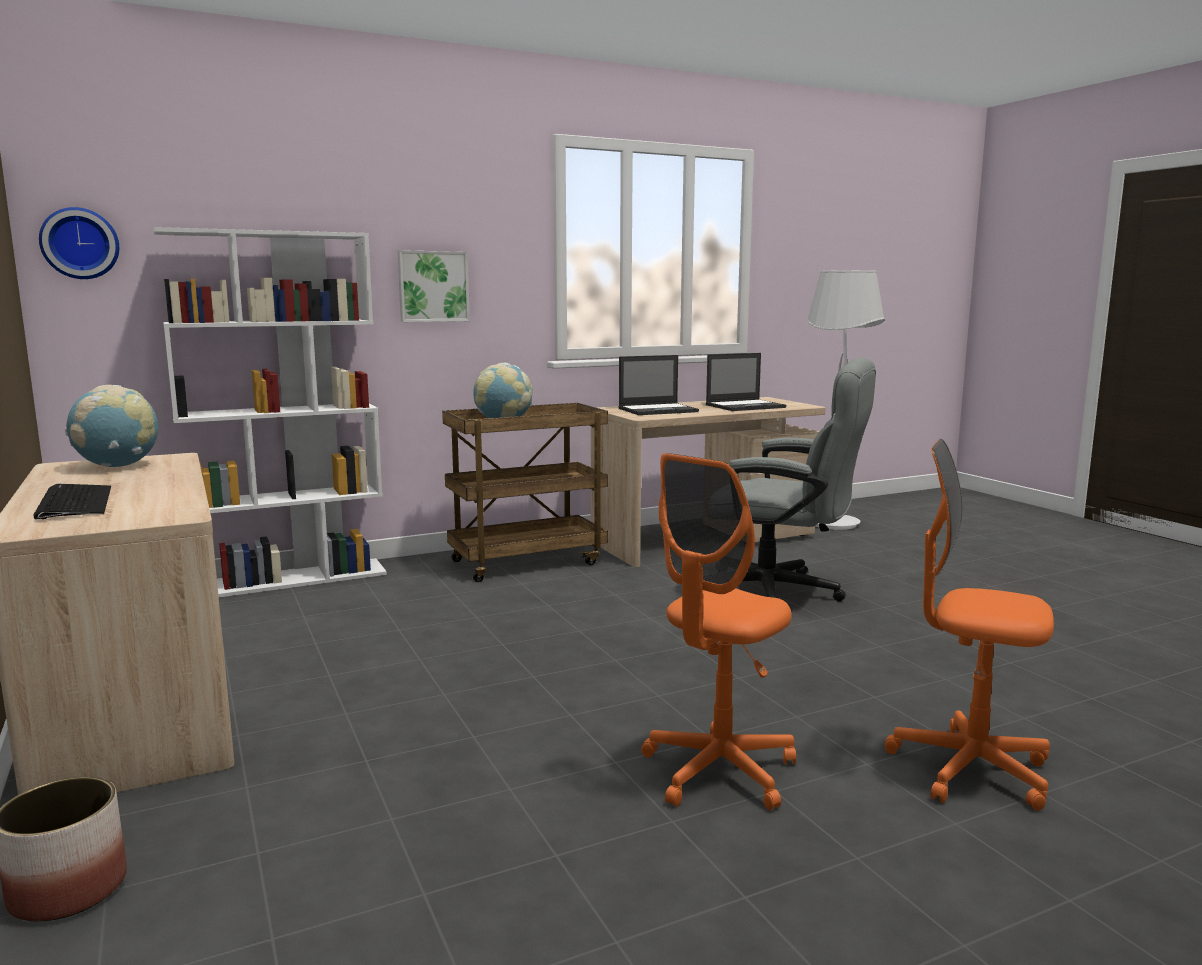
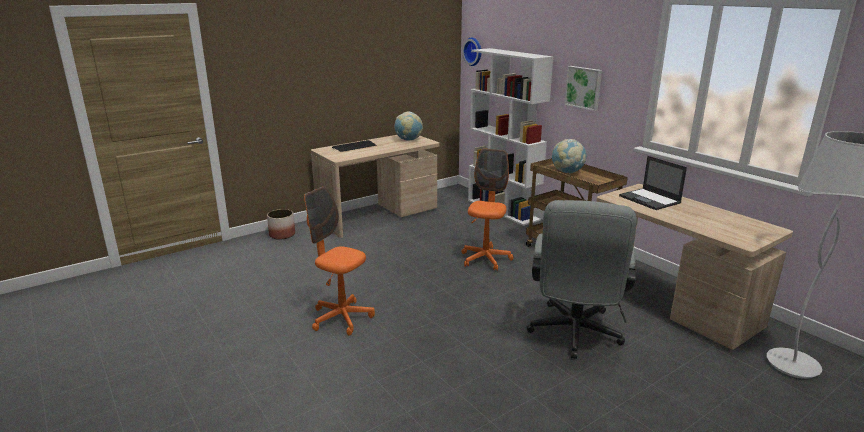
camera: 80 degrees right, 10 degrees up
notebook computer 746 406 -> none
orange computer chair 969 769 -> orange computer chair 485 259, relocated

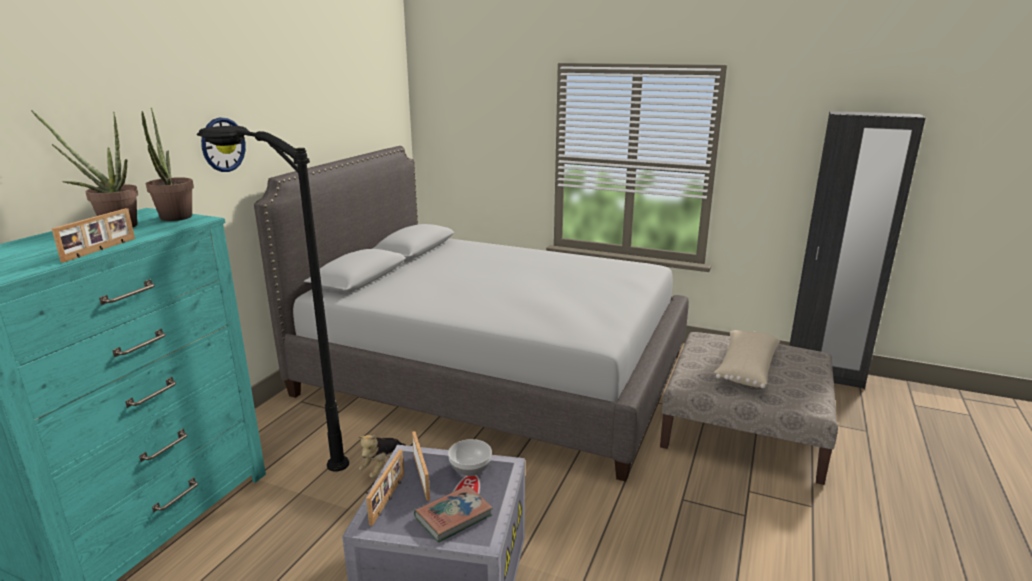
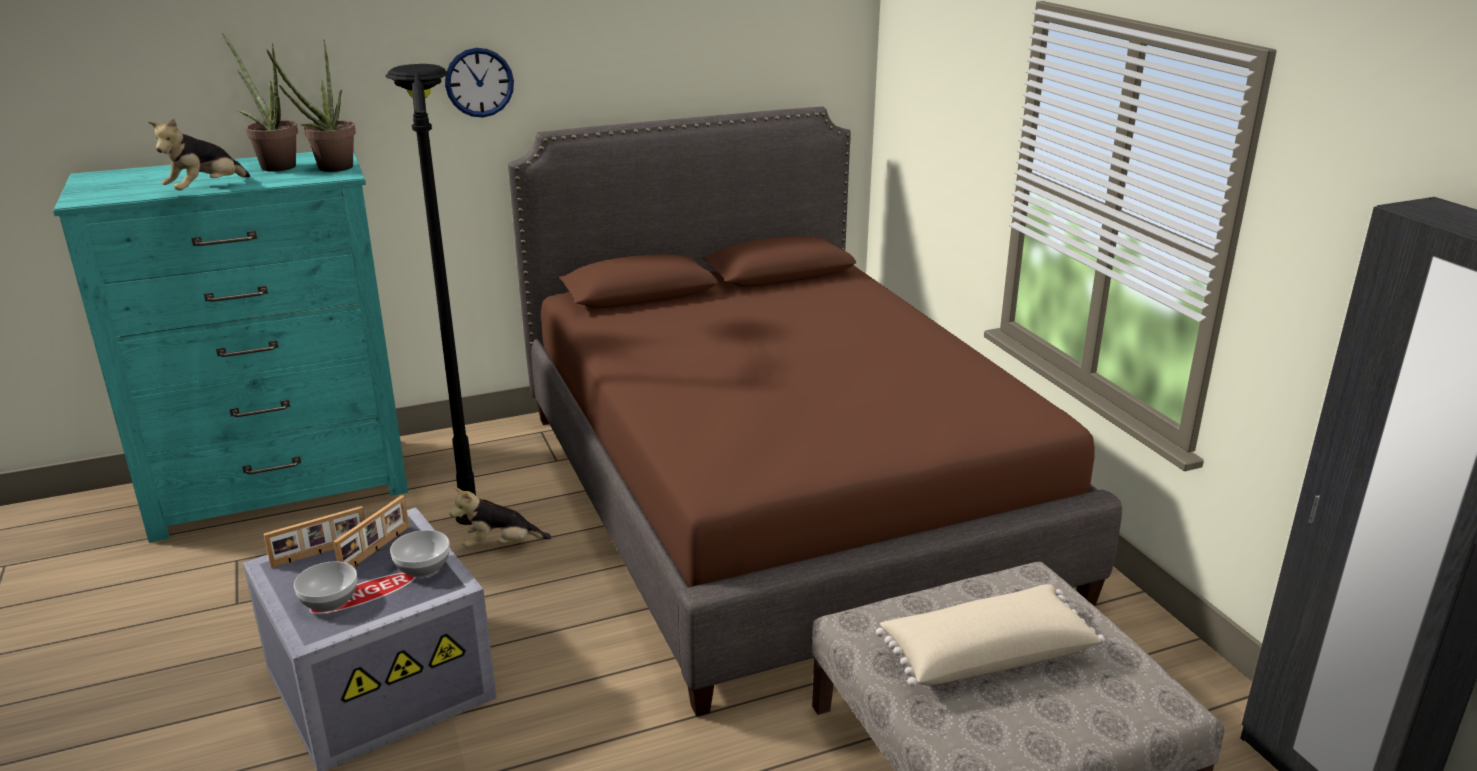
camera: 45 degrees right, 5 degrees up
standing frame 101 250 -> soft toy 206 190
gray bed 494 373 -> brownish bed 779 498
book 453 517 -> deep dish 330 601

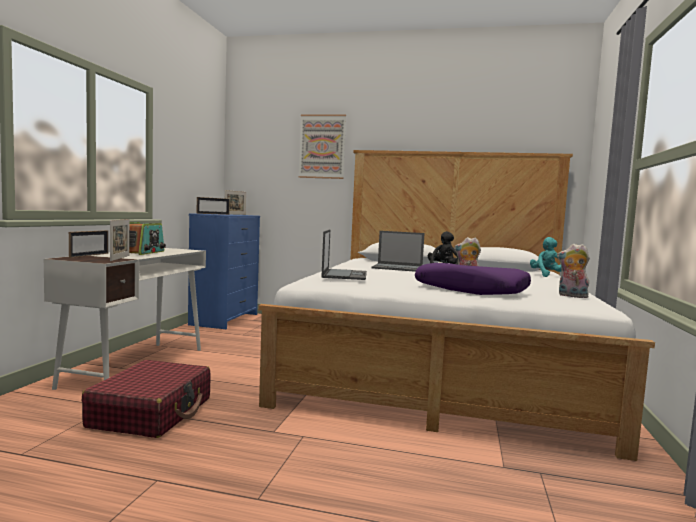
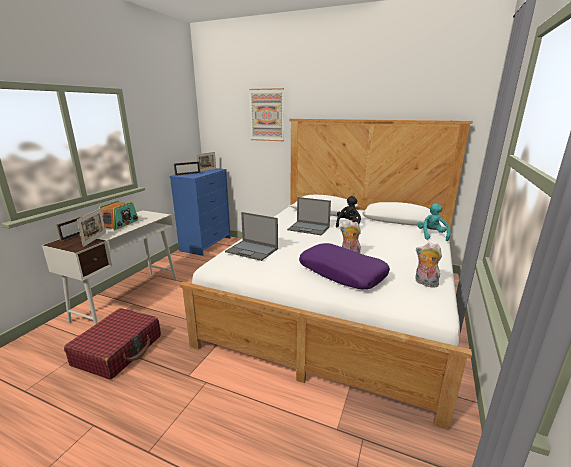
camera: 10 degrees right, 15 degrees up
notebook computer 344 275 -> notebook computer 252 250, 105 degrees clockwise

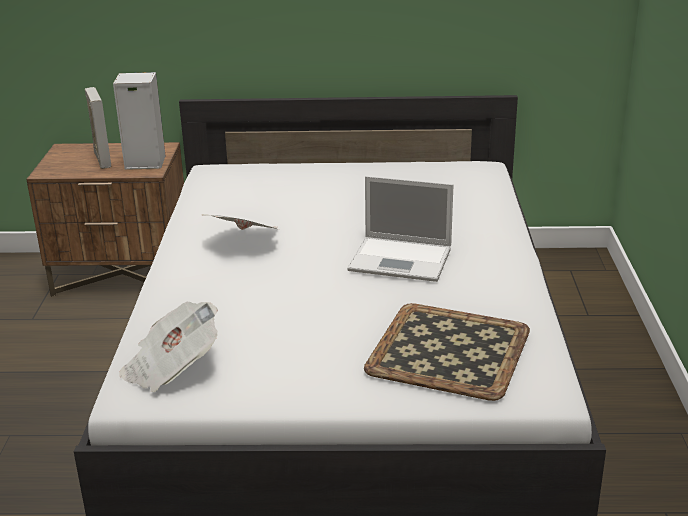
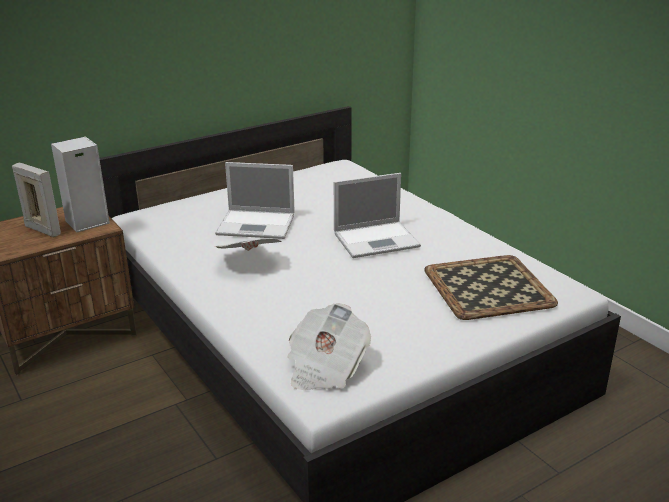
camera: 35 degrees left, 0 degrees up
none -> notebook computer 257 224

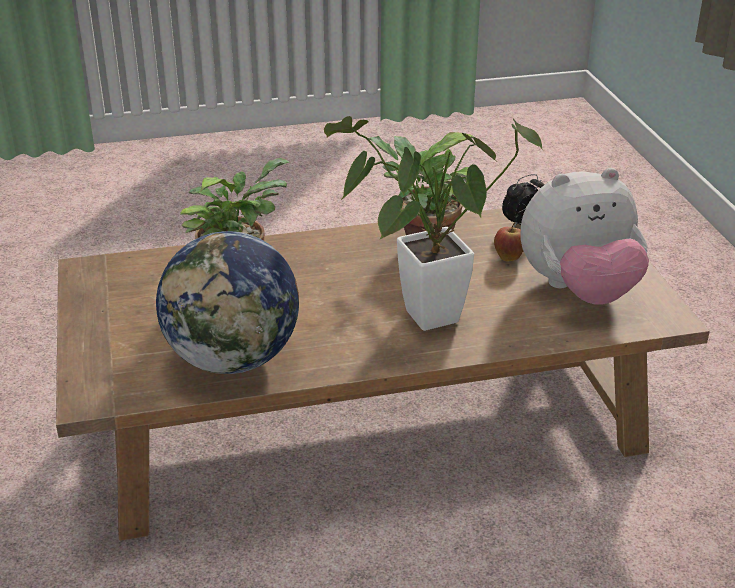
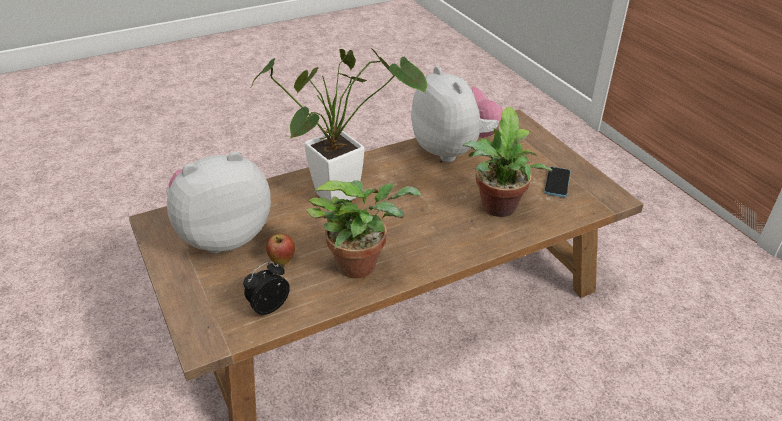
camera: 165 degrees right, 5 degrees up
globe 234 359 -> soft toy 453 150
none -> phone 557 183

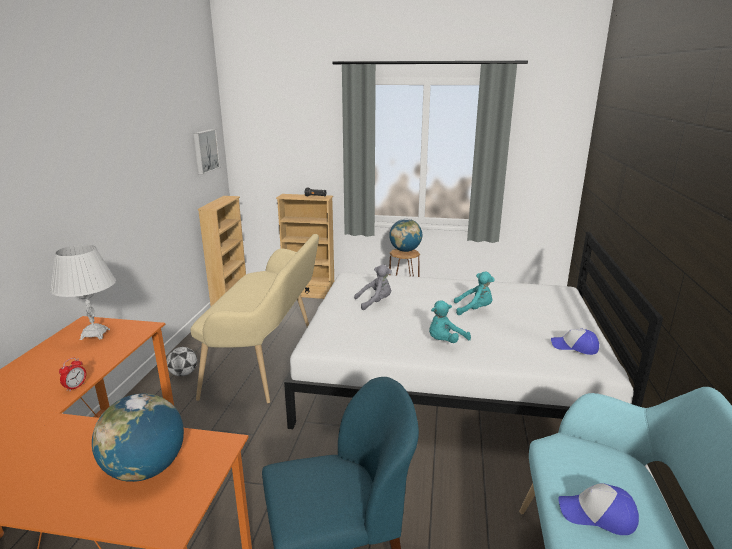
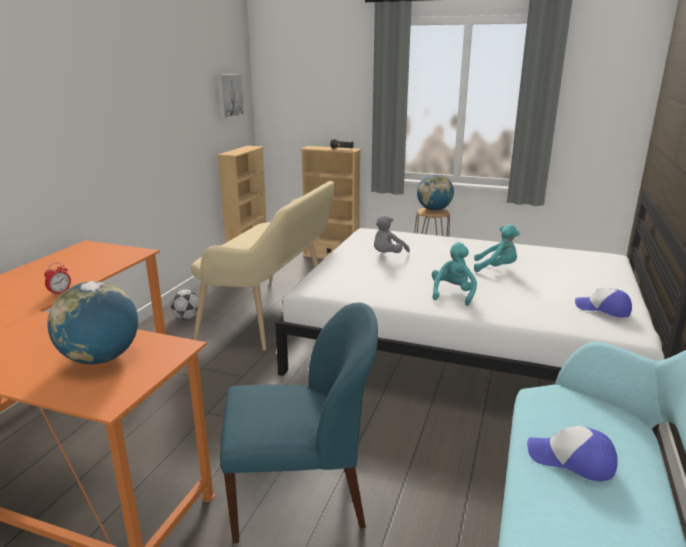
camera: 10 degrees right, 0 degrees up
white lamp for a table 95 334 -> none
gray soft toy 375 302 -> gray soft toy 387 255, 135 degrees clockwise
blue-green soft toy 445 341 -> blue-green soft toy 452 294, 135 degrees clockwise

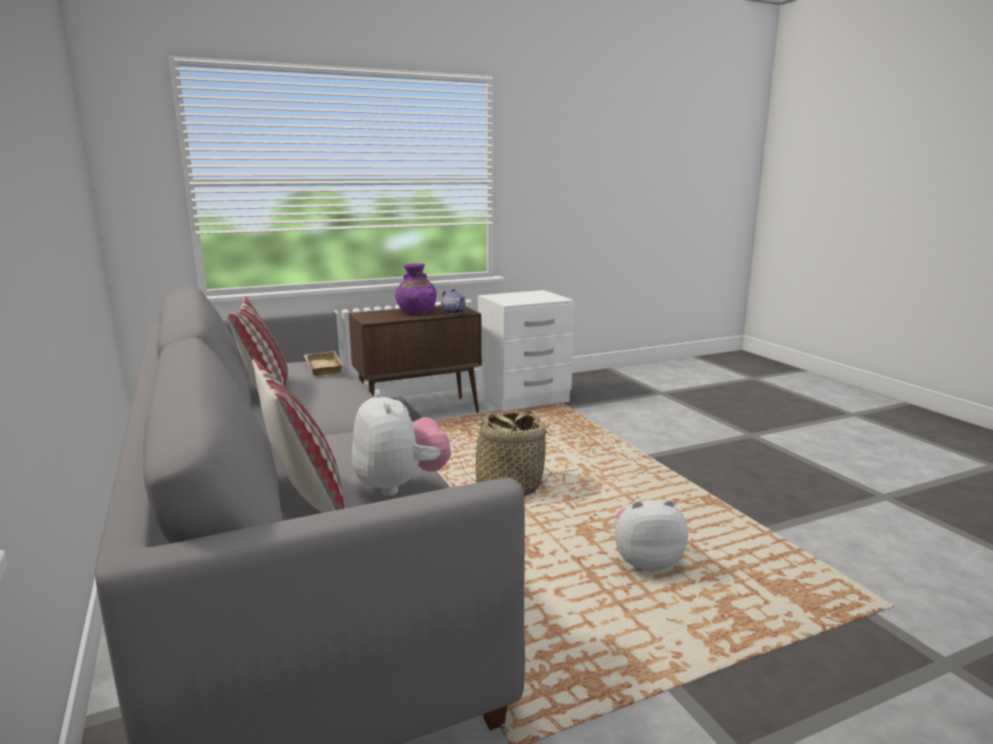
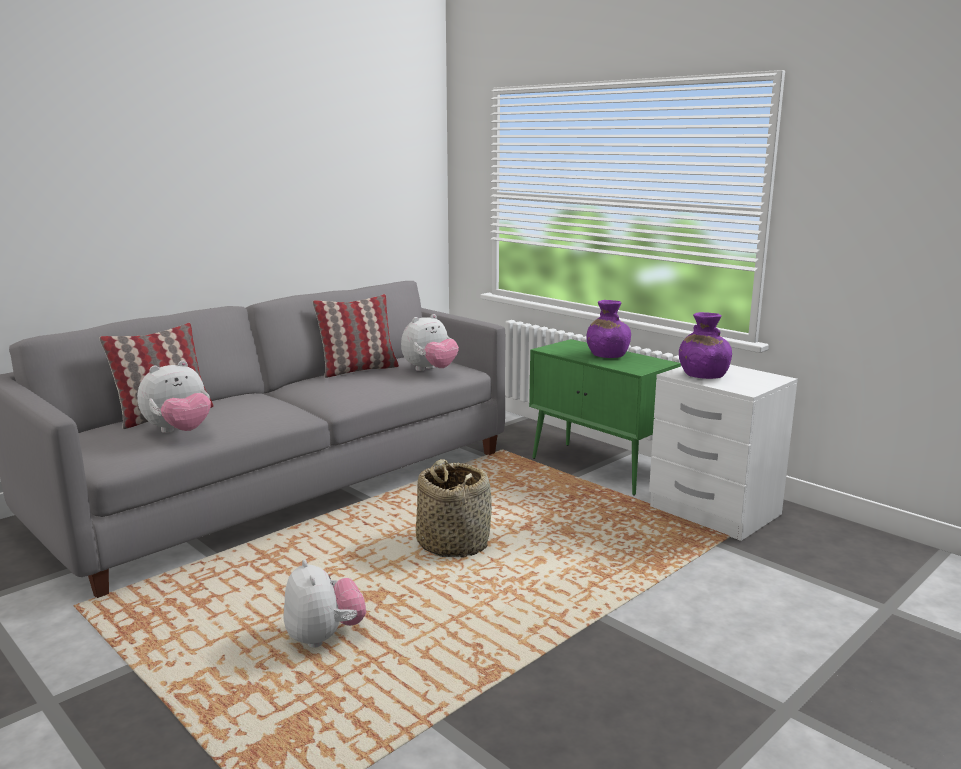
camera: 70 degrees right, 0 degrees up
beige carrying tray 321 367 -> soft toy 430 370
brownish storage cabinet 419 412 -> green-coloured storage cabinet 599 468
teapot 453 312 -> none
none -> purple flower vase 702 375

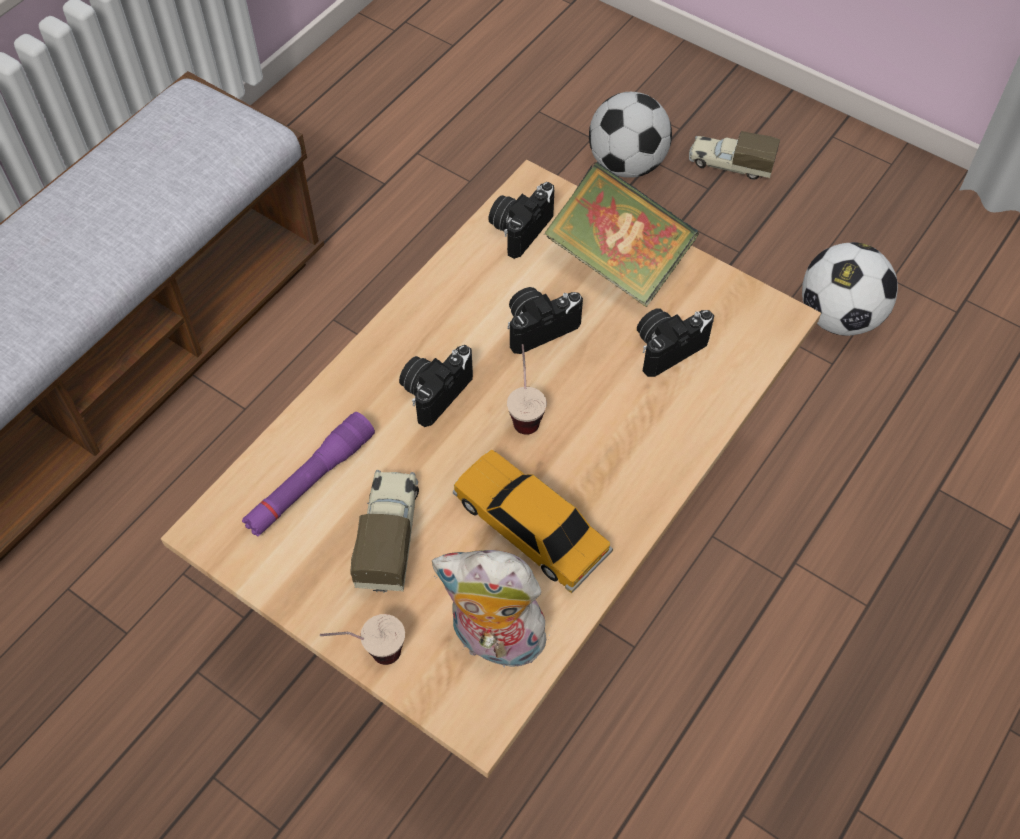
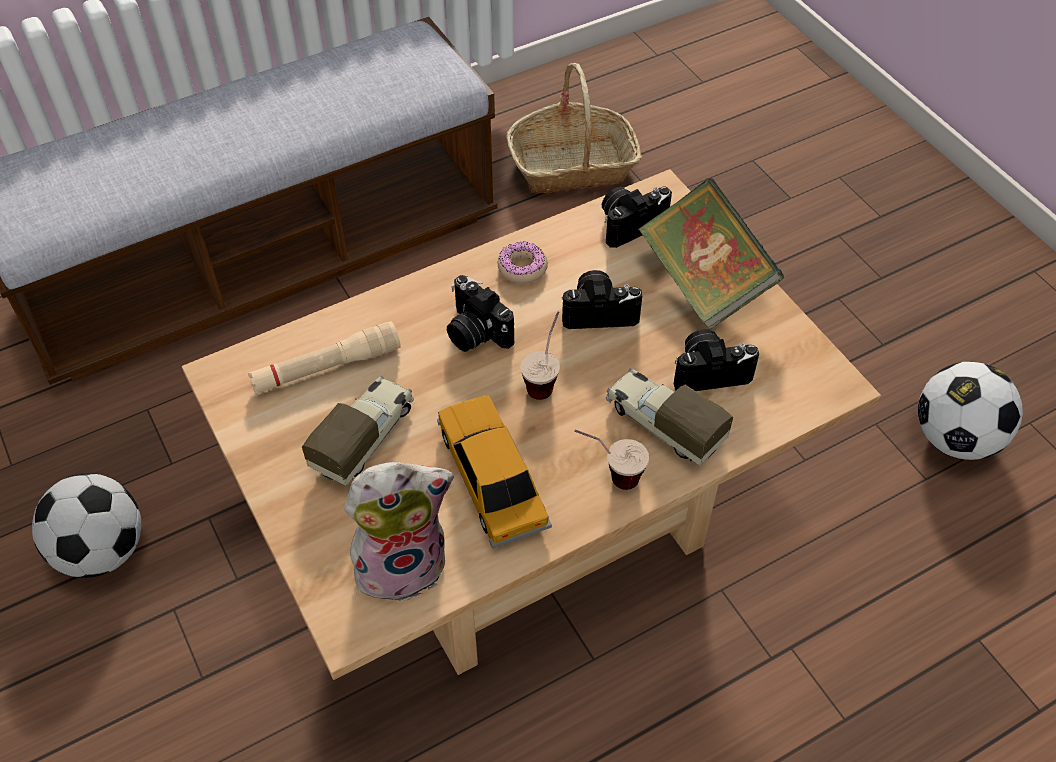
camera: 25 degrees right, 5 degrees down
purple flashlight 310 482 -> beige flashlight 326 367
small cup 368 655 -> small cup 608 475, relocated
still camera 434 391 -> still camera 474 332, 105 degrees counterclockwise
soft toy 494 641 -> soft toy 403 563, 120 degrees clockwise
football 625 165 -> football 102 550, relocated
toy truck 729 164 -> toy truck 662 424, relocated
none -> ring doughnut 522 268
none -> basket 573 166

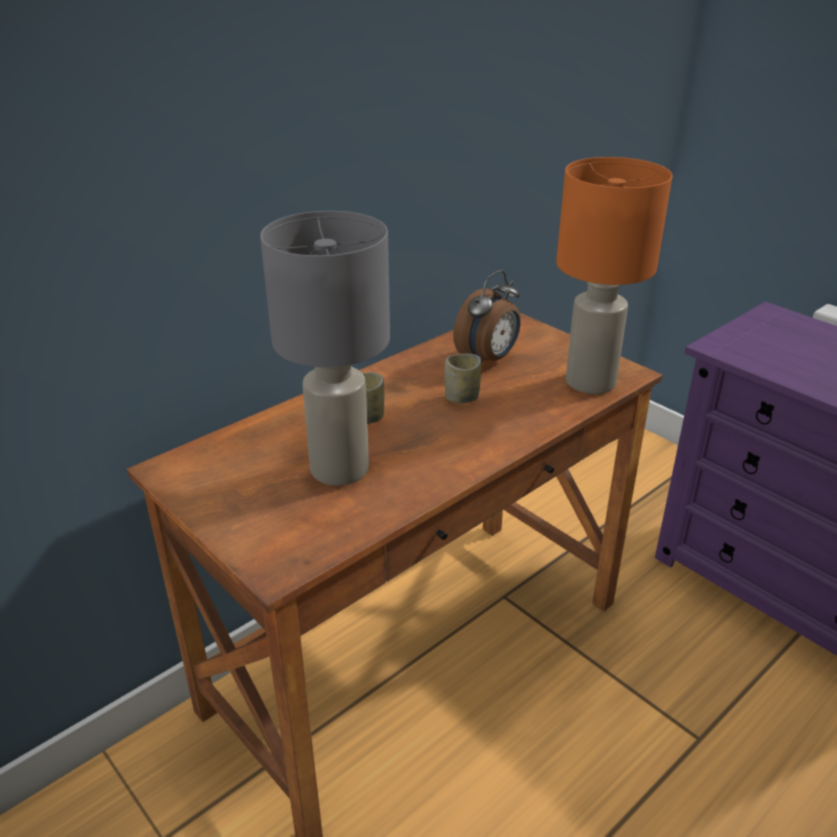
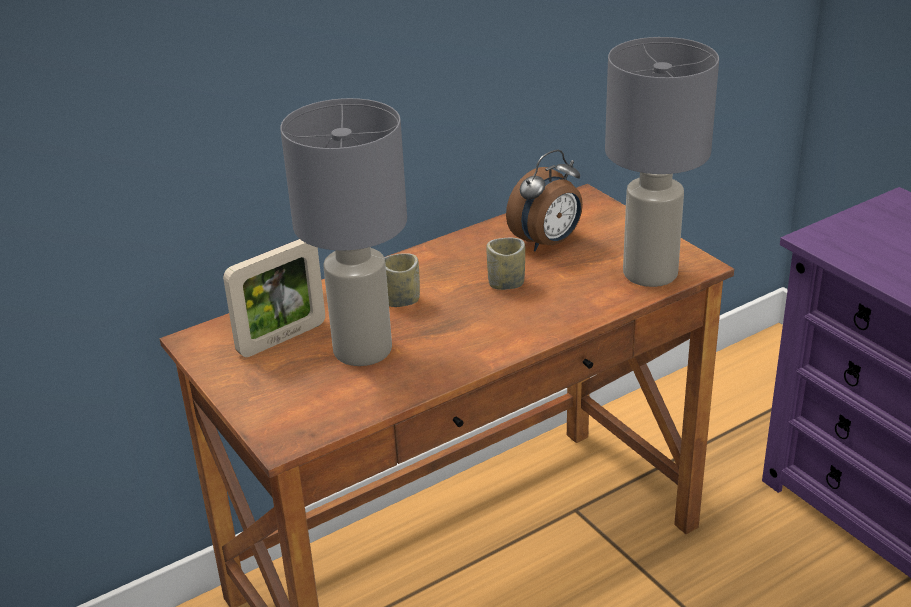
camera: 10 degrees right, 0 degrees up
orange lamp for a table 590 383 -> gray lamp for a table 649 274
none -> standing frame 282 338

